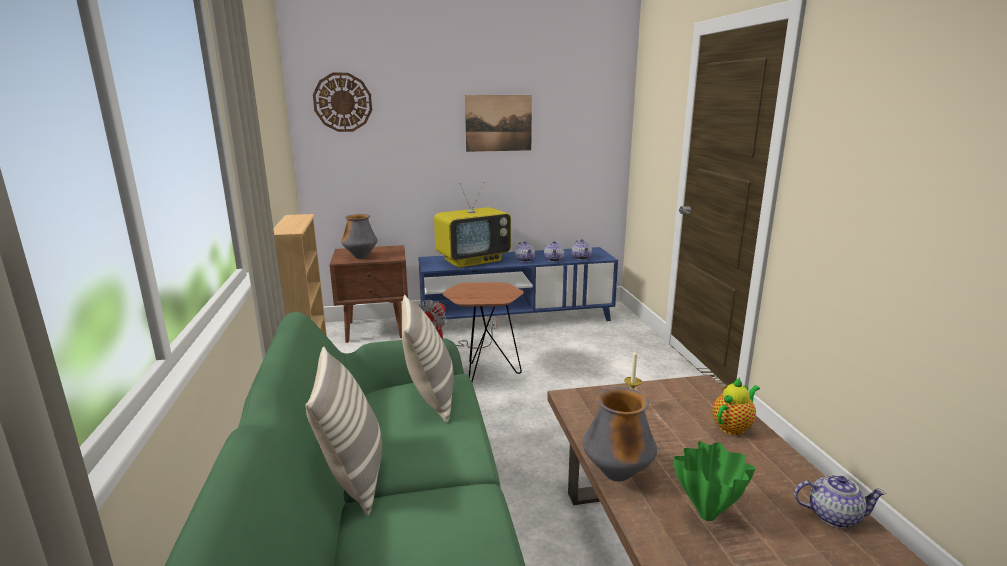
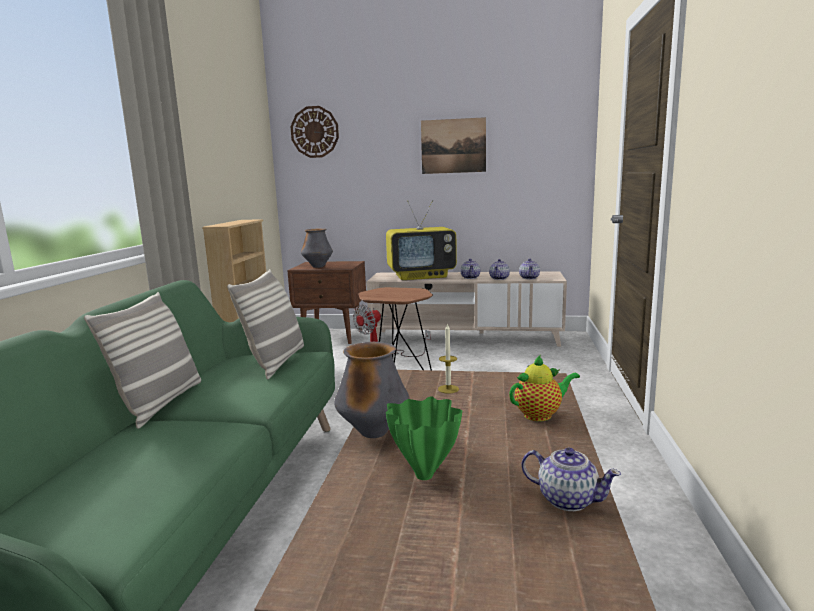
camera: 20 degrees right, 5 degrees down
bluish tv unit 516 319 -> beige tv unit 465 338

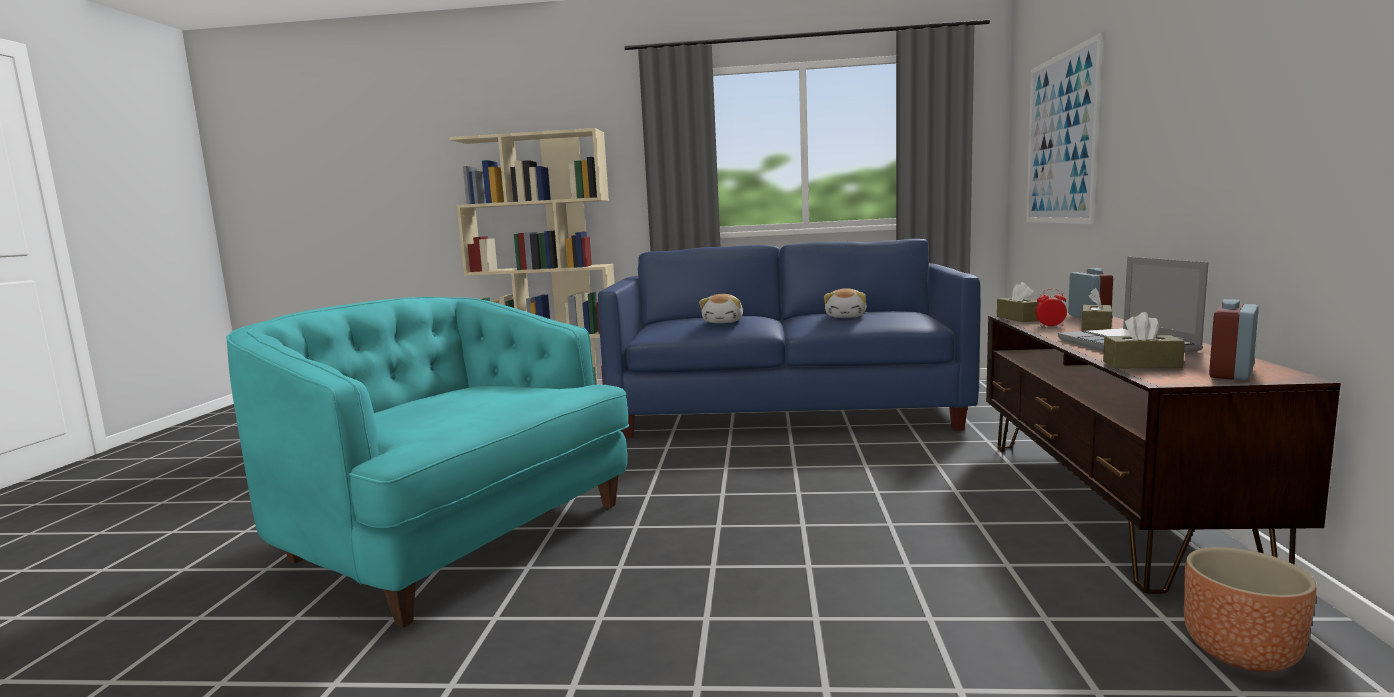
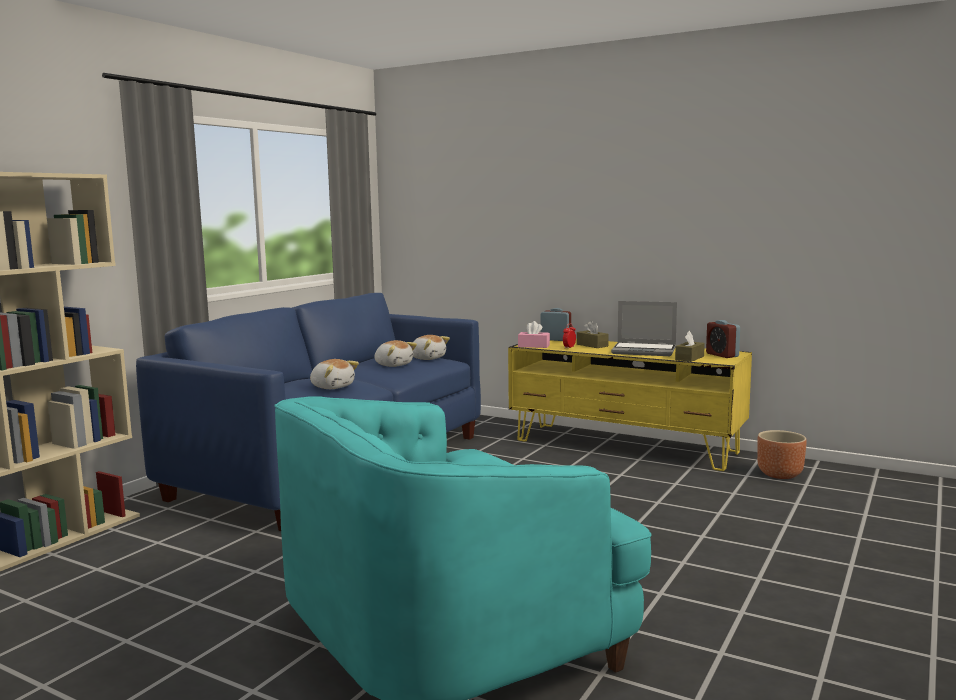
camera: 65 degrees left, 0 degrees up
brownish tv unit 1107 503 -> yellow tv unit 625 446
brownish tissue holder 1019 318 -> pink tissue holder 533 346
wall picture 1060 139 -> none
none -> soft toy 427 358

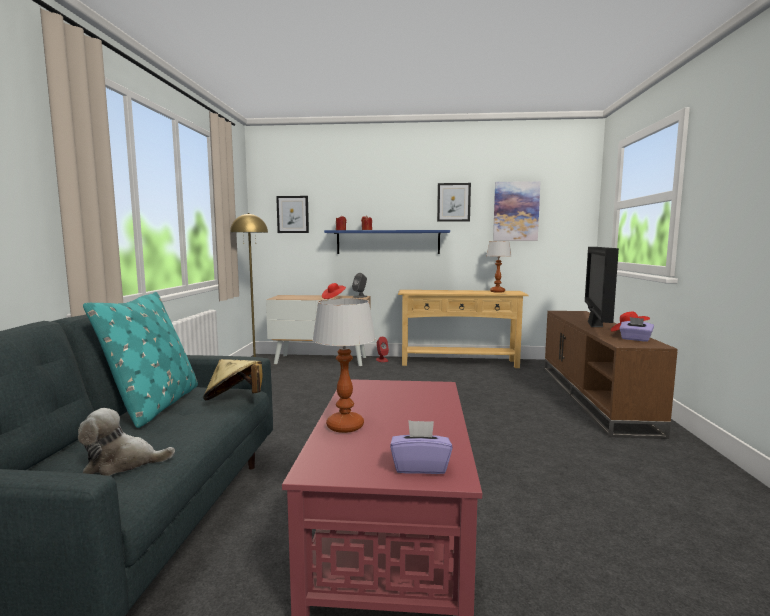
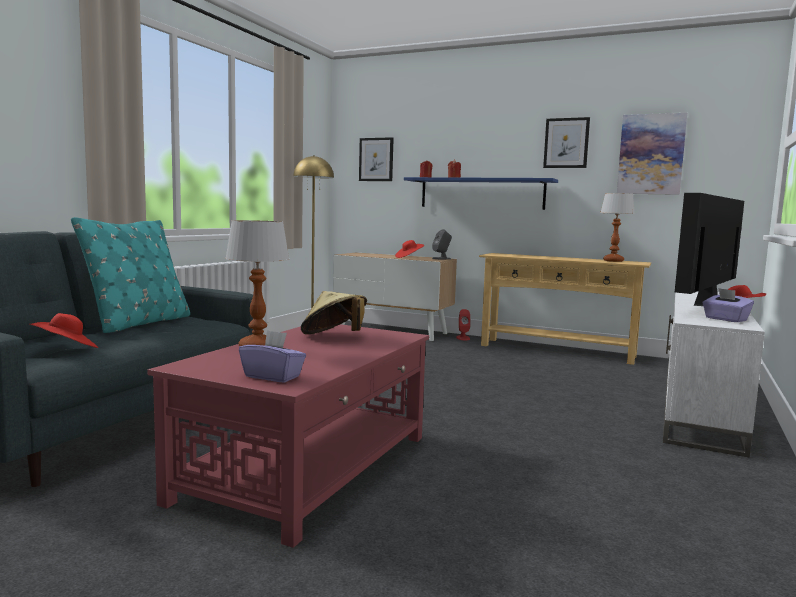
camera: 20 degrees right, 0 degrees up
soft toy 122 463 -> reddish hat 67 349
beige hat 234 399 -> beige hat 334 337, relocated
brownish tv unit 594 397 -> white tv unit 701 404

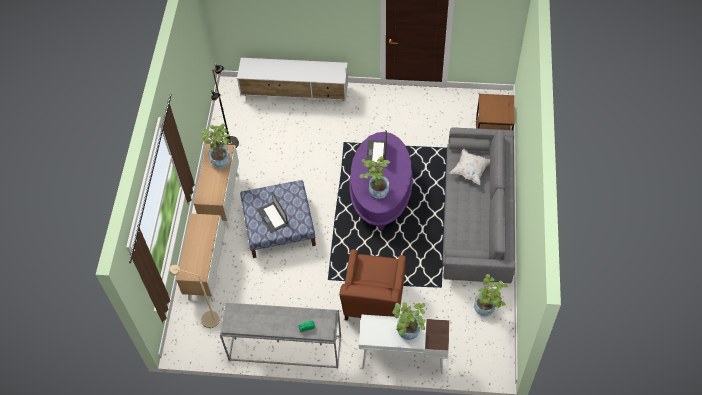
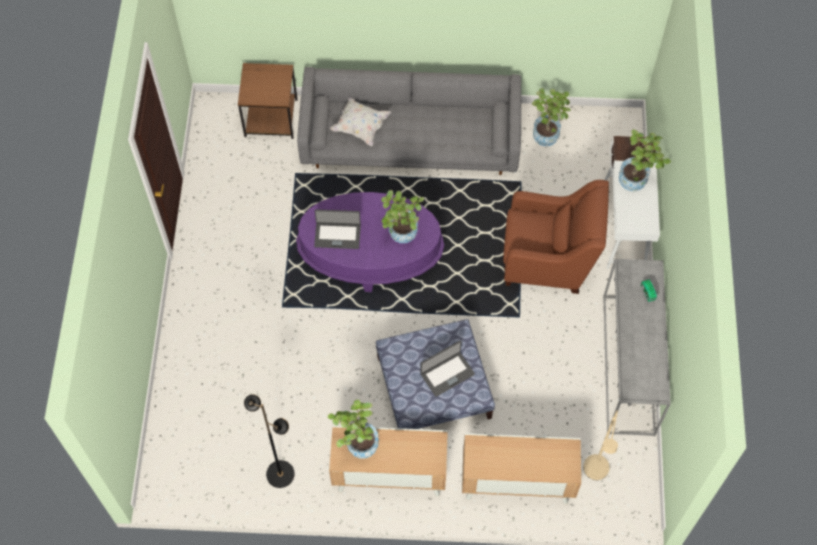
camera: 95 degrees left, 5 degrees up
white tv unit 295 93 -> none

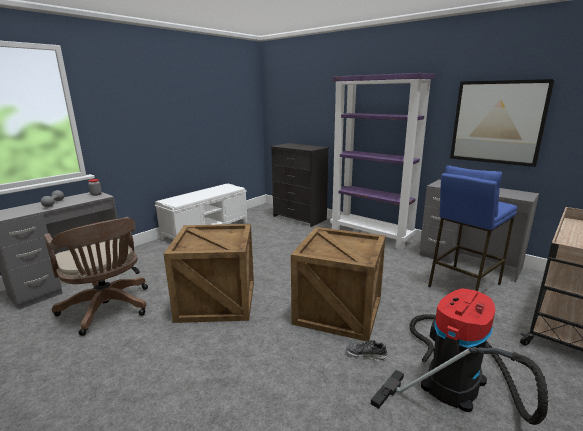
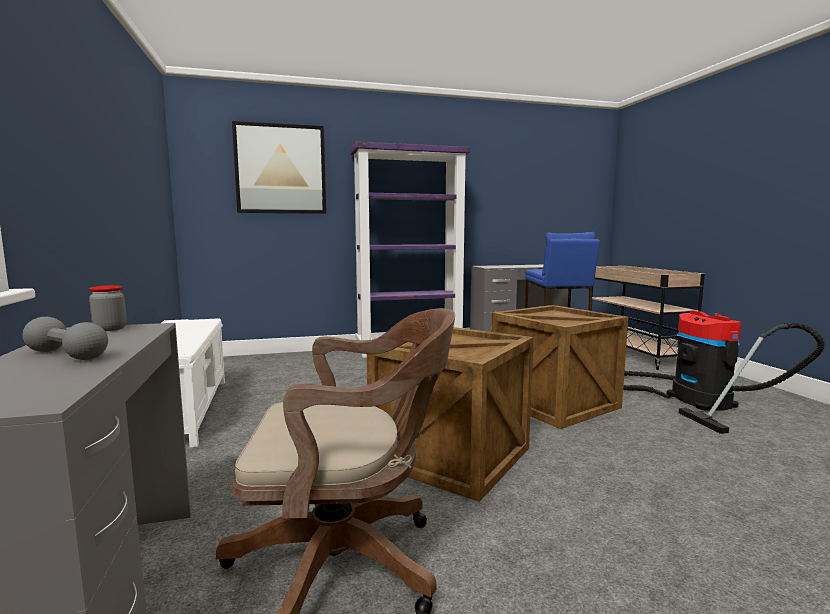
camera: 55 degrees left, 10 degrees down
black-coloured drawer chest 299 218 -> none
shoe 366 354 -> none
wall picture 497 122 -> wall picture 280 169, relocated

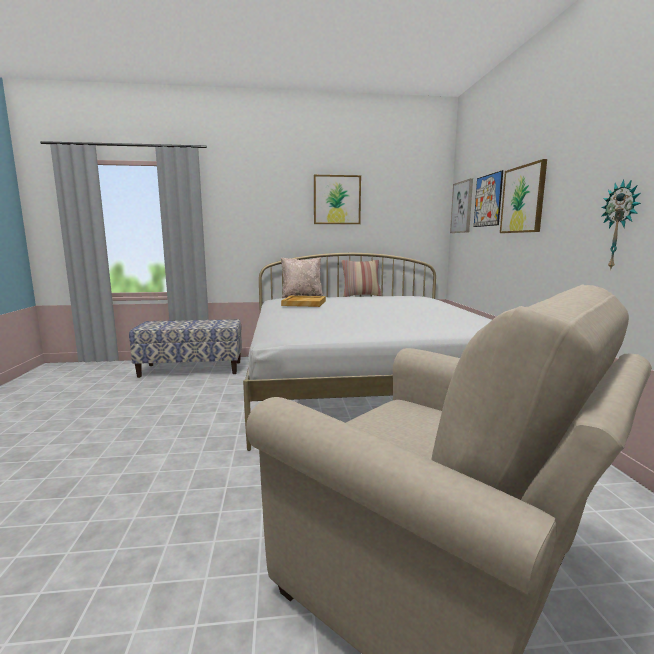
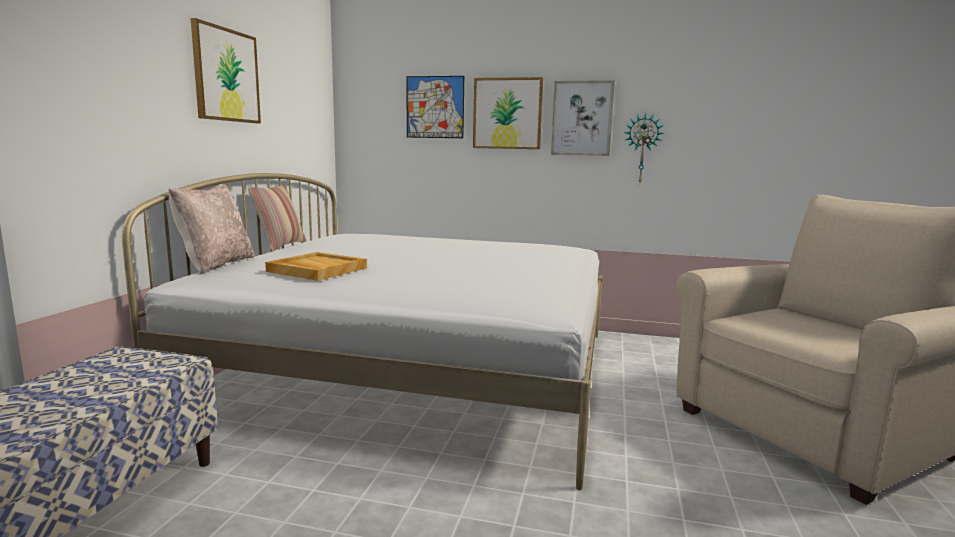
camera: 70 degrees left, 0 degrees up
wall picture 462 207 -> wall picture 582 118, relocated

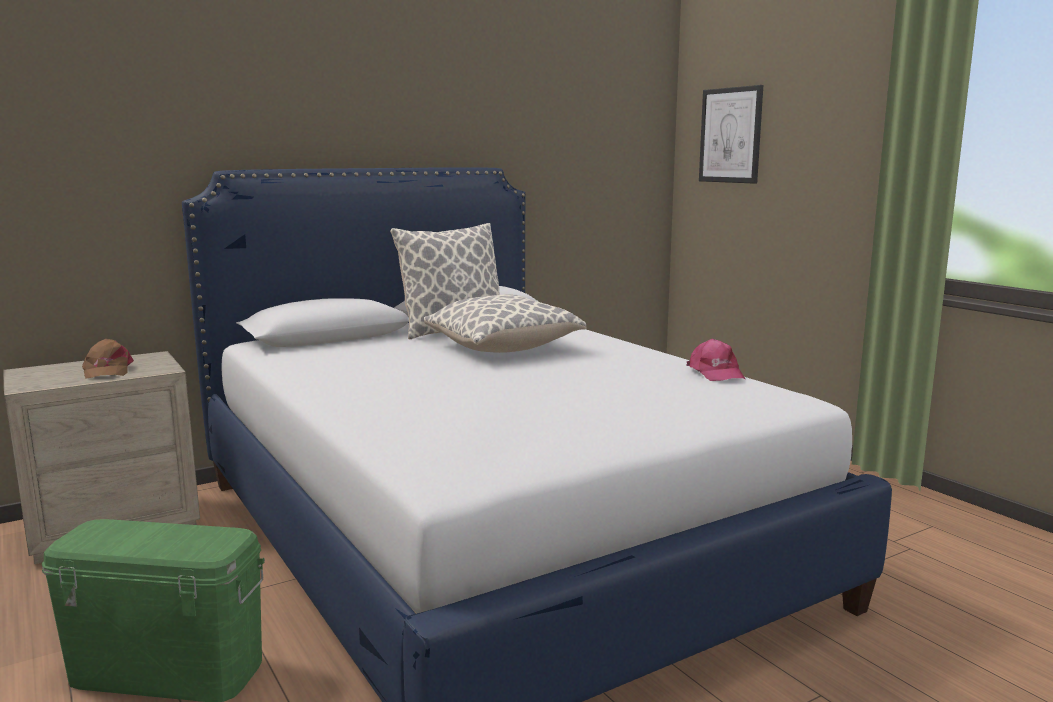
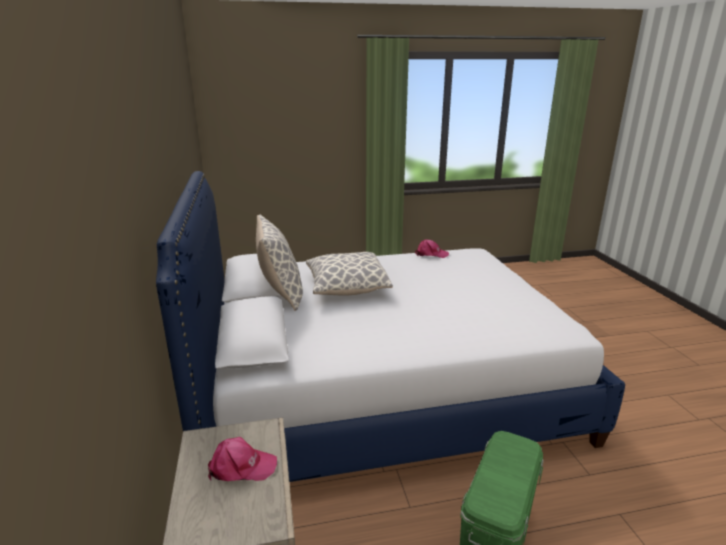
camera: 70 degrees left, 10 degrees up
brownish peaked cap 107 370 -> pink peaked cap 241 467
wall picture 730 135 -> none

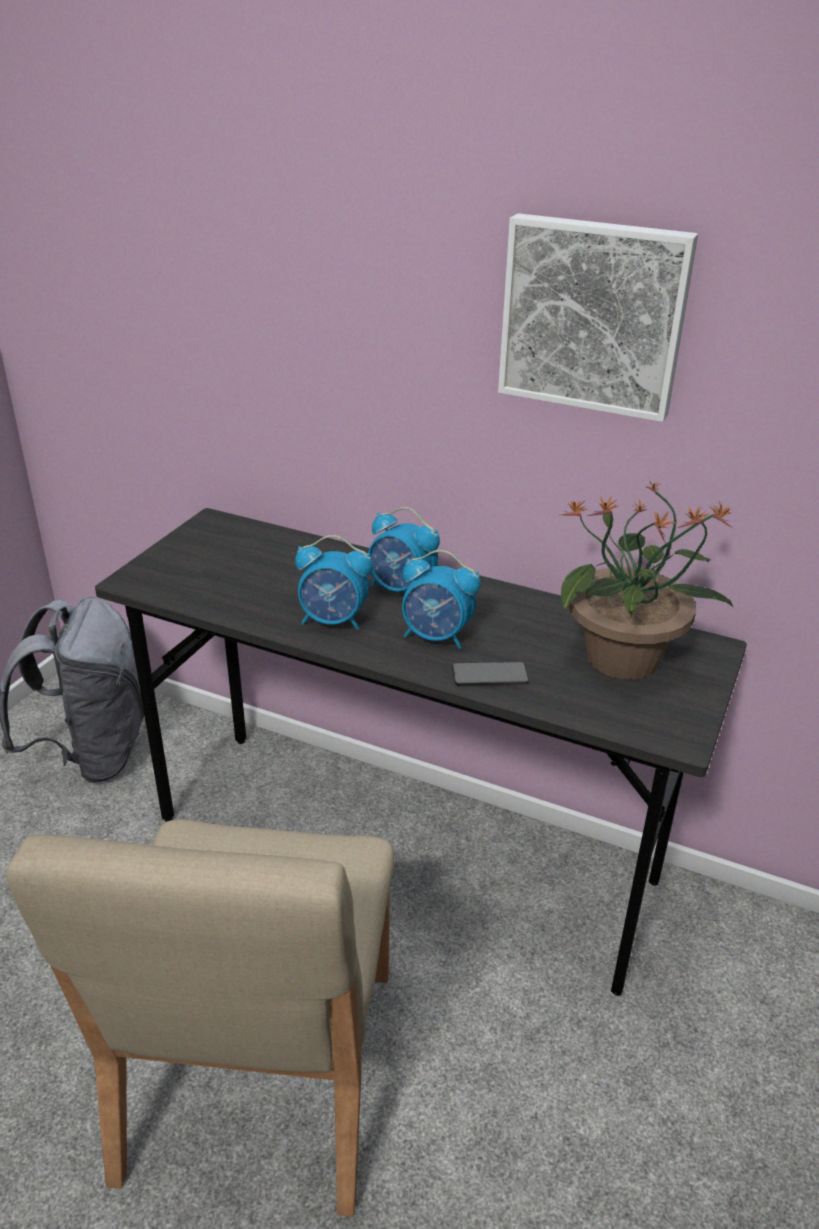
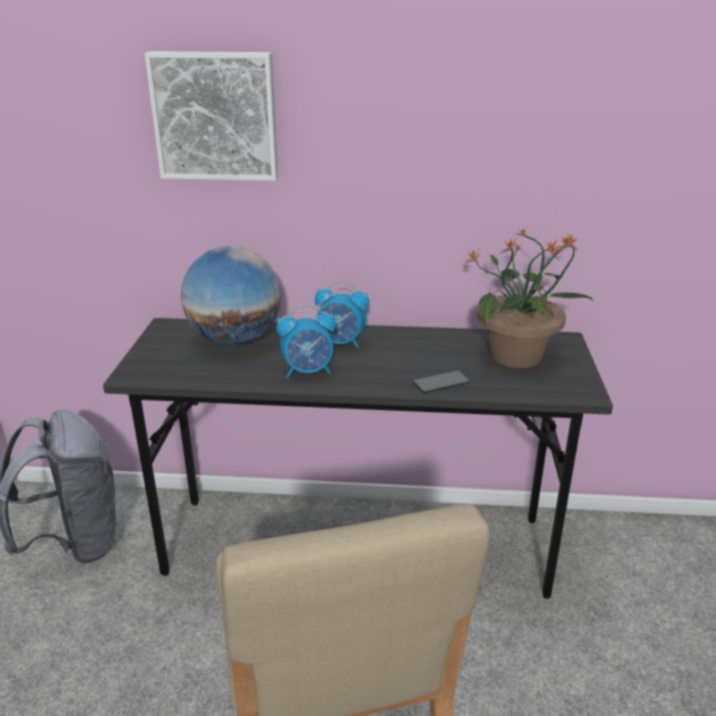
camera: 20 degrees left, 5 degrees down
bedside clock 437 636 -> none
wall picture 594 315 -> wall picture 216 116, relocated
none -> globe 234 340

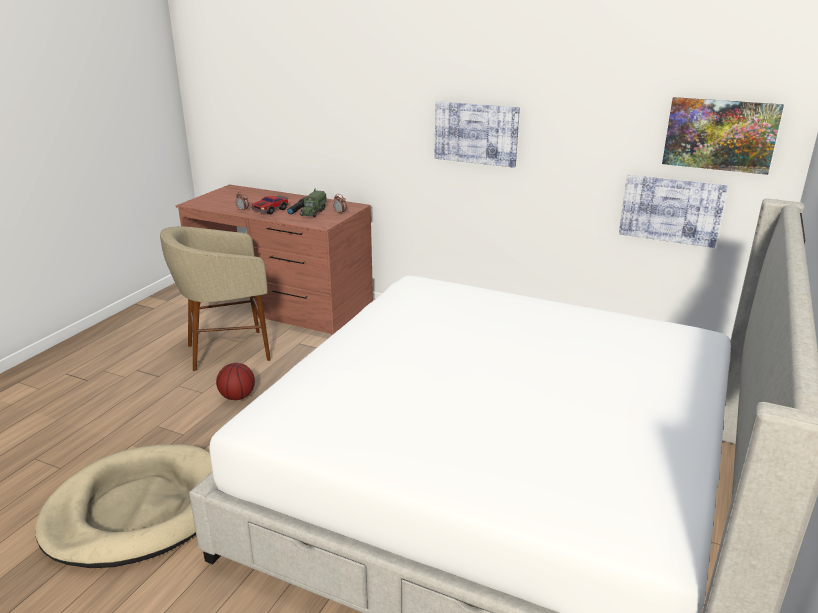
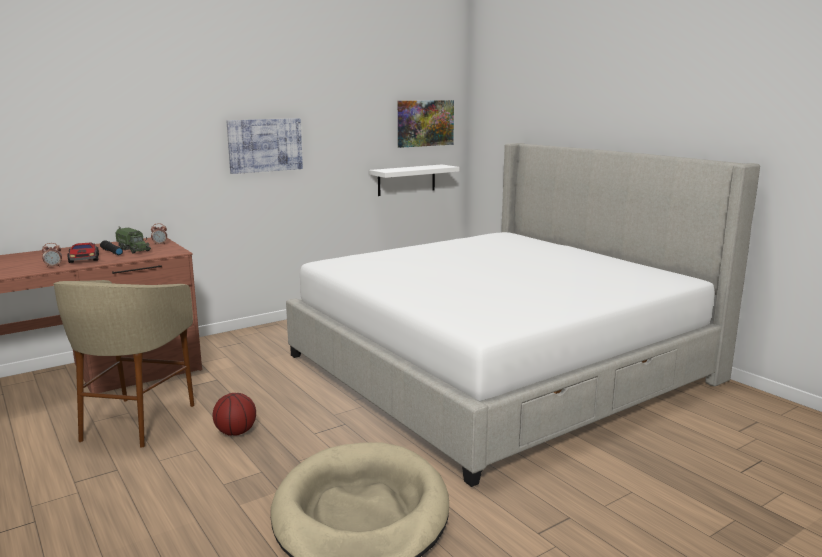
camera: 60 degrees left, 10 degrees down
wall picture 671 210 -> white shelf 406 180

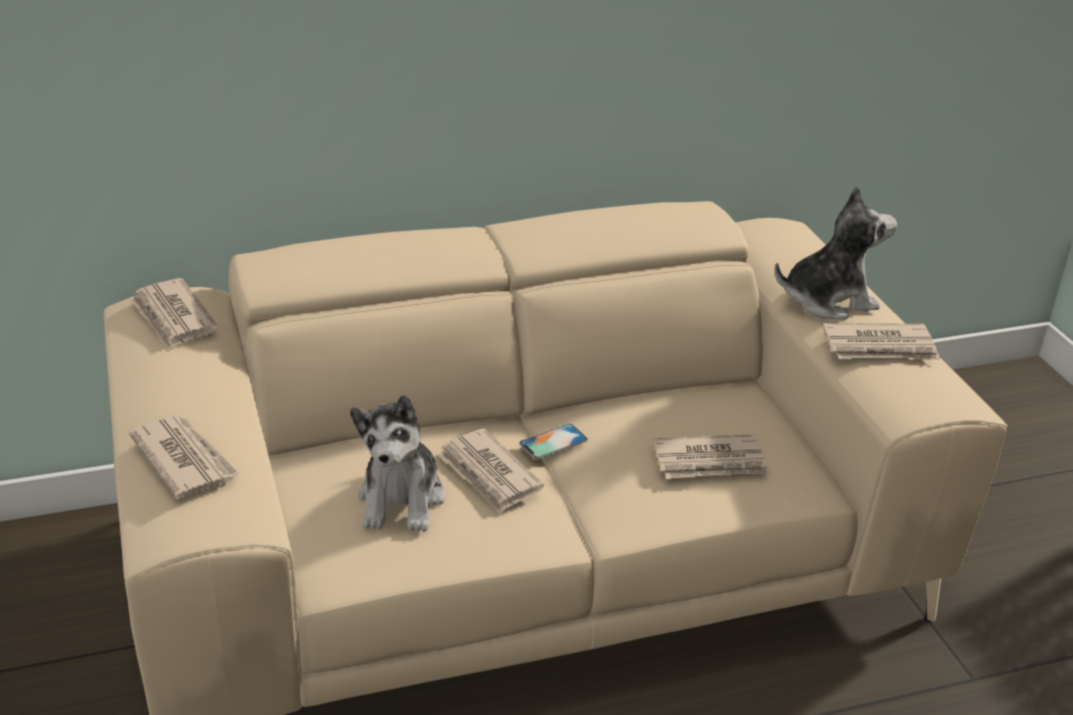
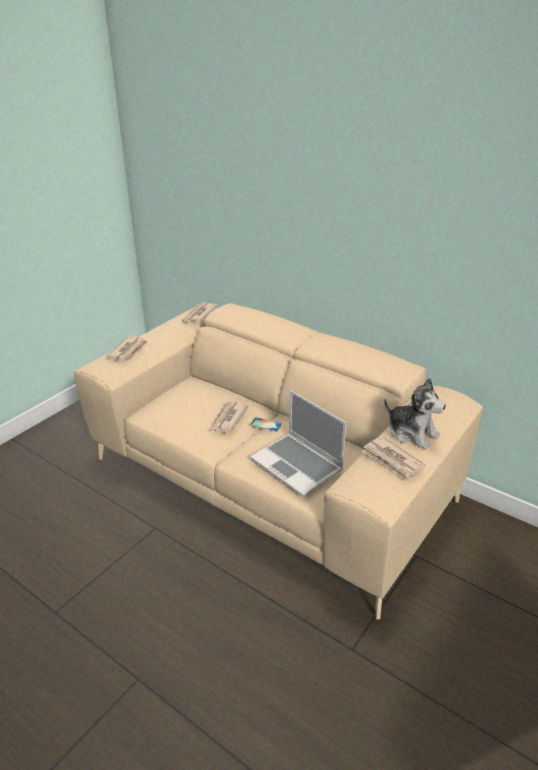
camera: 55 degrees right, 0 degrees up
soft toy 402 499 -> none
daily paper 710 462 -> notebook computer 298 465

